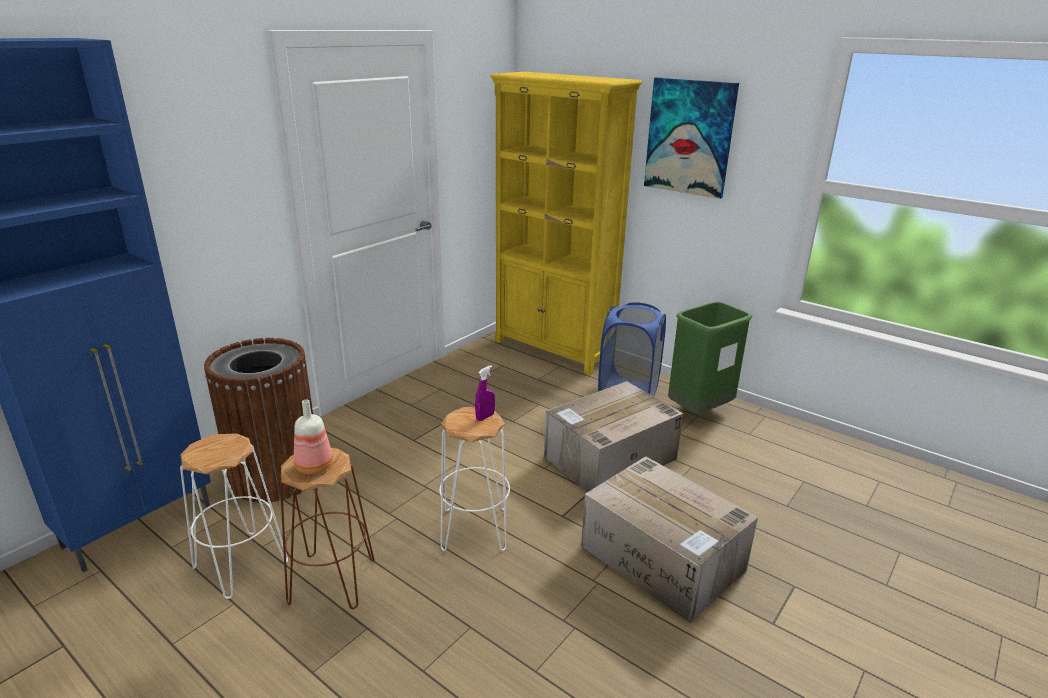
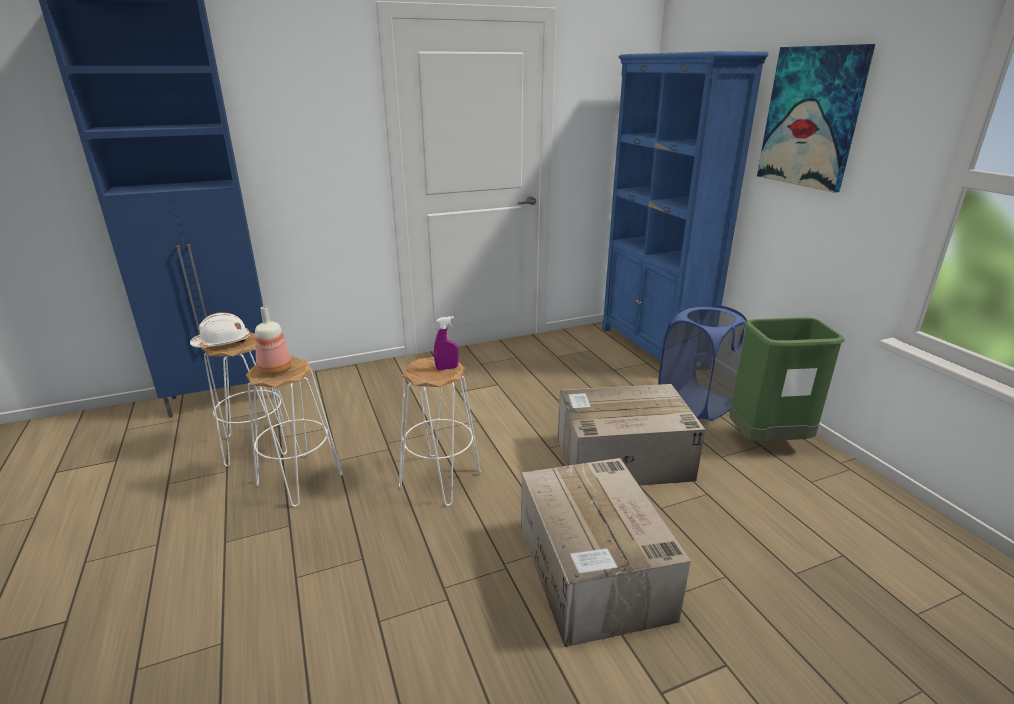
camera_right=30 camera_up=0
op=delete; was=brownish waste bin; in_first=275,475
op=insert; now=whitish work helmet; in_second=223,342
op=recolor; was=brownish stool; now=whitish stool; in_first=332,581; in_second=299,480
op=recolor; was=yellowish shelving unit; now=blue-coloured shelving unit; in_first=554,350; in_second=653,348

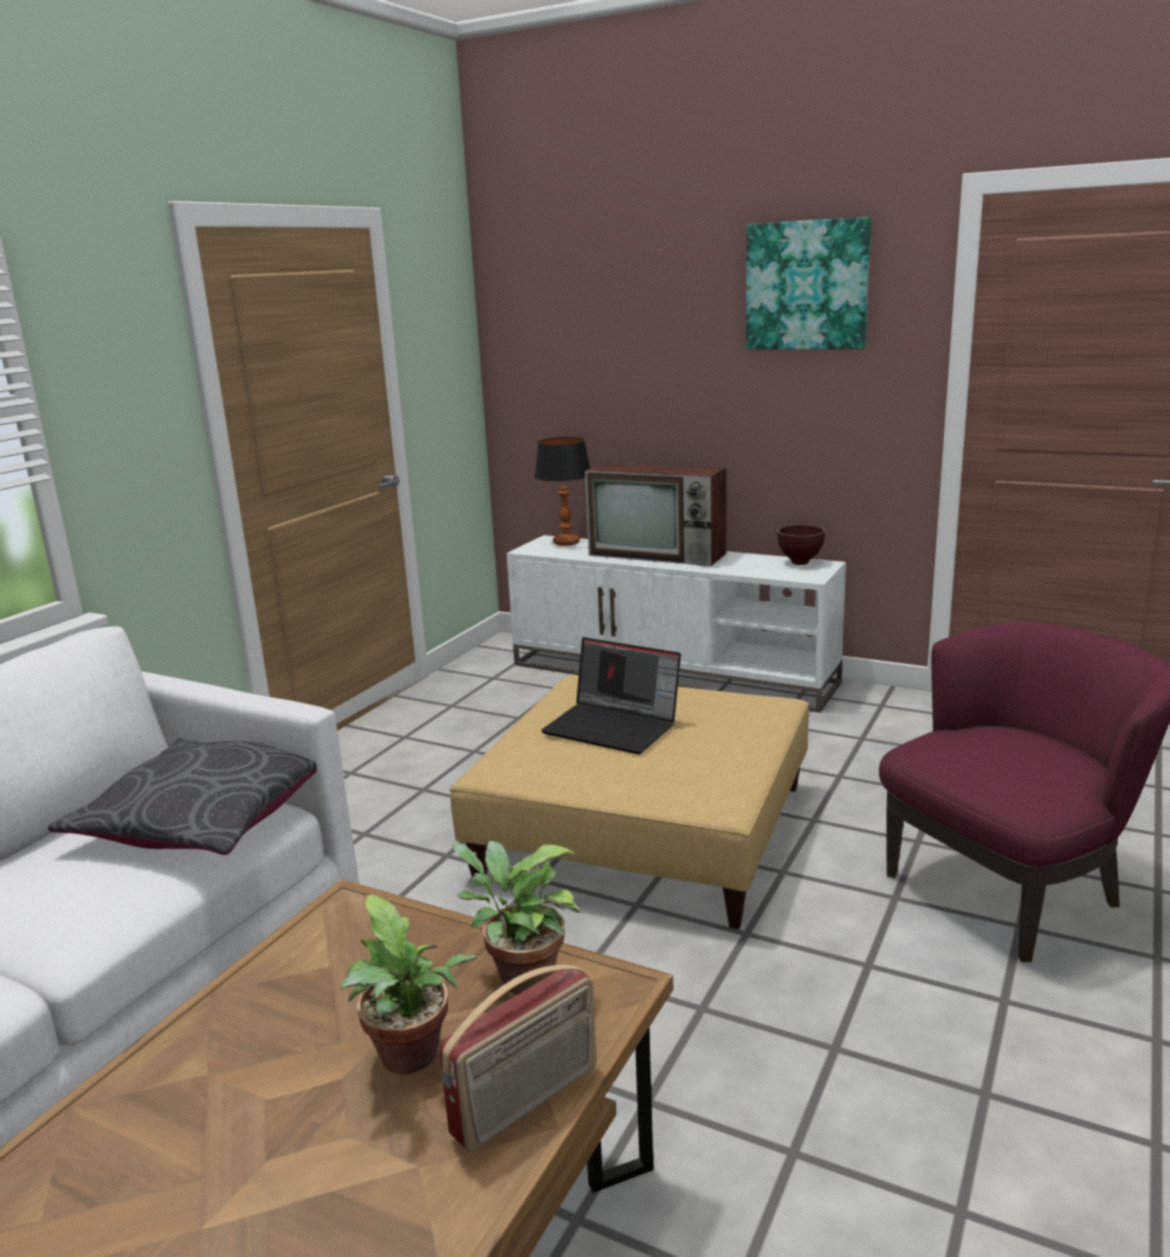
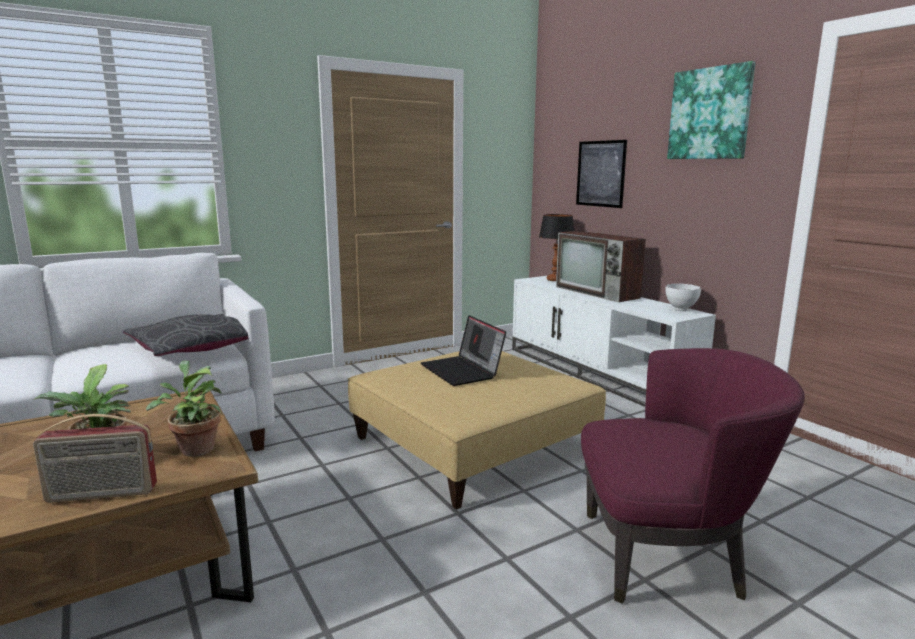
camera_right=30 camera_up=-5
op=insert; now=wall art; in_second=600,173
op=recolor; was=brownish serving bowl; now=whitish serving bowl; in_first=800,563; in_second=681,310

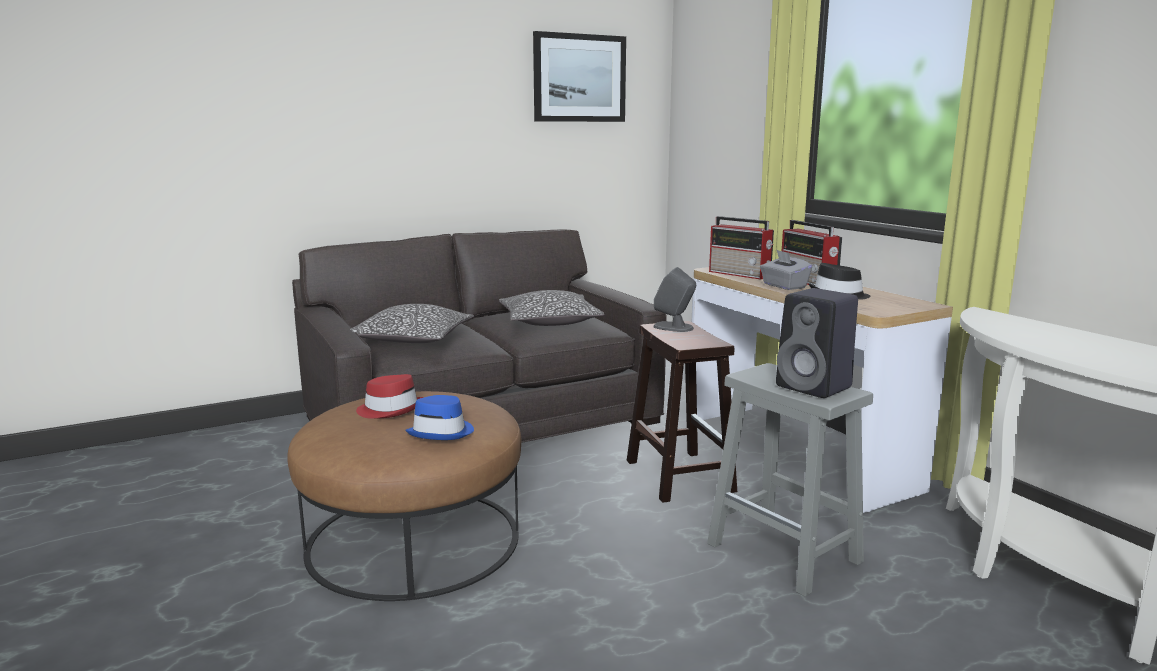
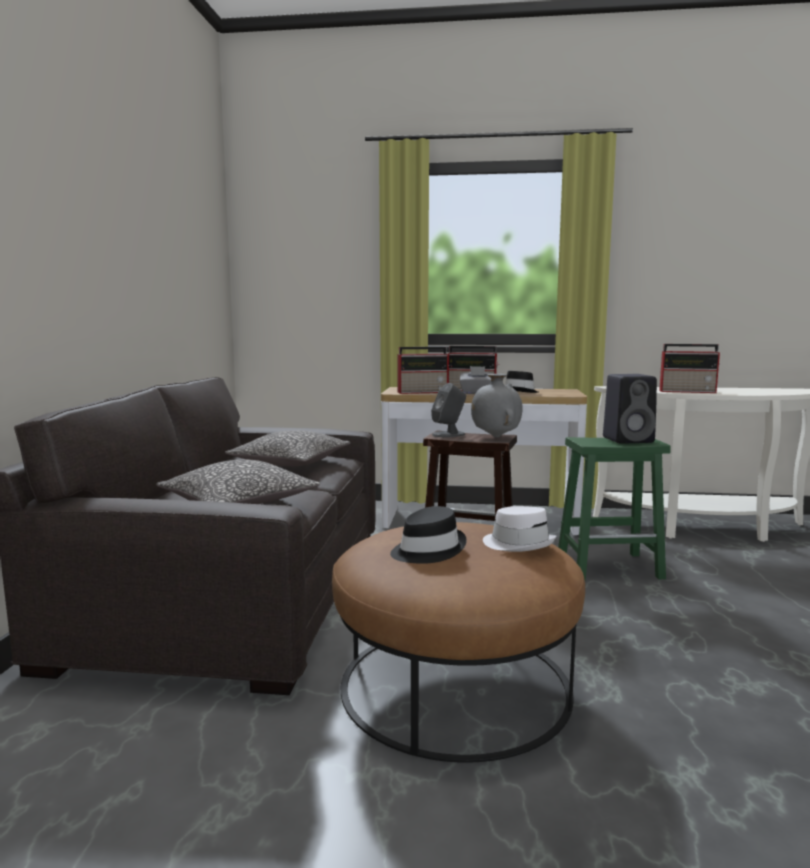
camera_right=-55 camera_up=-5
op=delete; was=wall art; in_first=579,78
op=insert; now=grey vase; in_second=495,437
op=insert; now=radio set; in_second=688,391
op=recolor; was=red hat; now=black-coloured hat; in_first=390,409; in_second=427,550
op=recolor; was=blue-coloured hat; now=whitish hat; in_first=442,432; in_second=518,543
op=recolor; was=grey stool; now=green-coloured stool; in_first=786,553; in_second=610,566

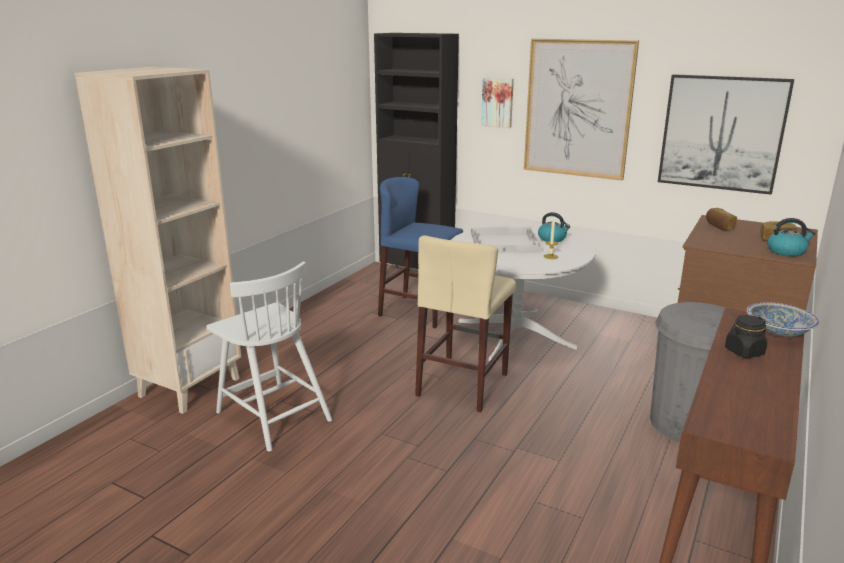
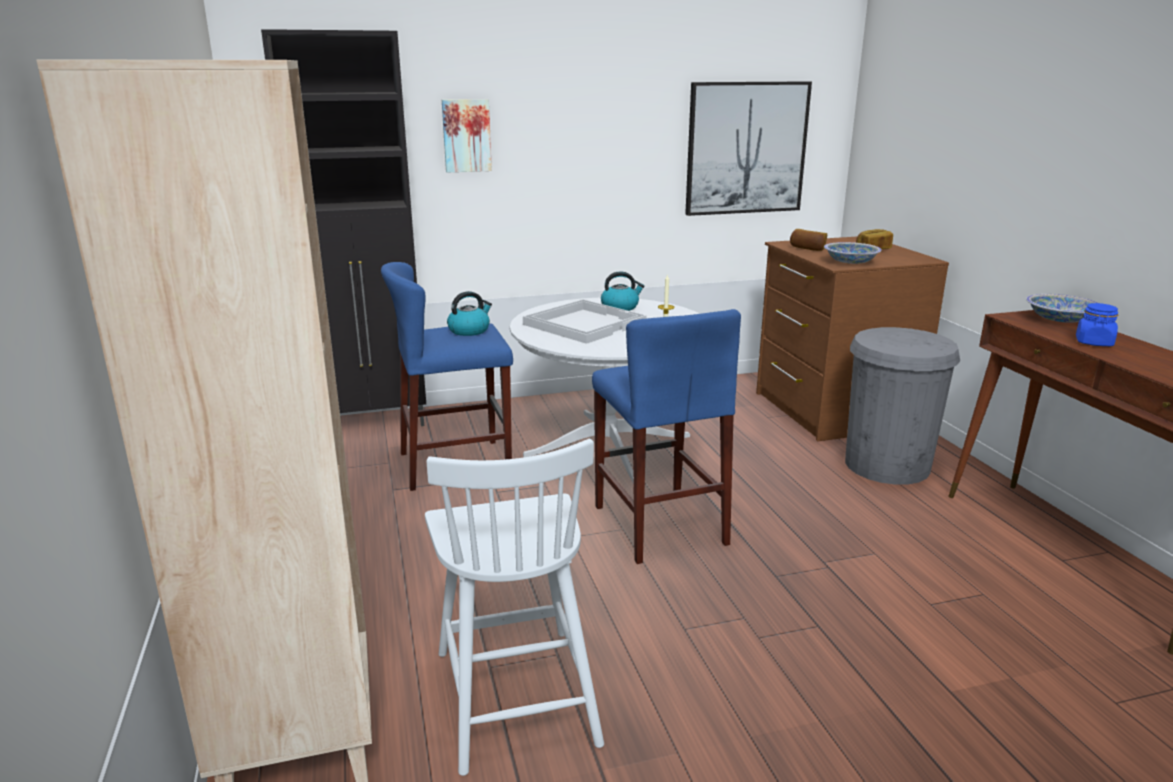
camera_right=-45 camera_up=0
op=delete; was=wall art; in_first=578,109
op=insert; now=serving bowl; in_second=850,262
op=move; was=water kettle; in_first=786,251; in_second=469,330
op=recolor; was=beige stool; now=blue-coloured stool; in_first=463,384; in_second=659,524
op=recolor; was=black-coloured jar; now=blue-coloured jar; in_first=744,352; in_second=1094,343
op=rotate; was=whitish upright chair; in_first=272,415; in_second=515,693; clockwise=75

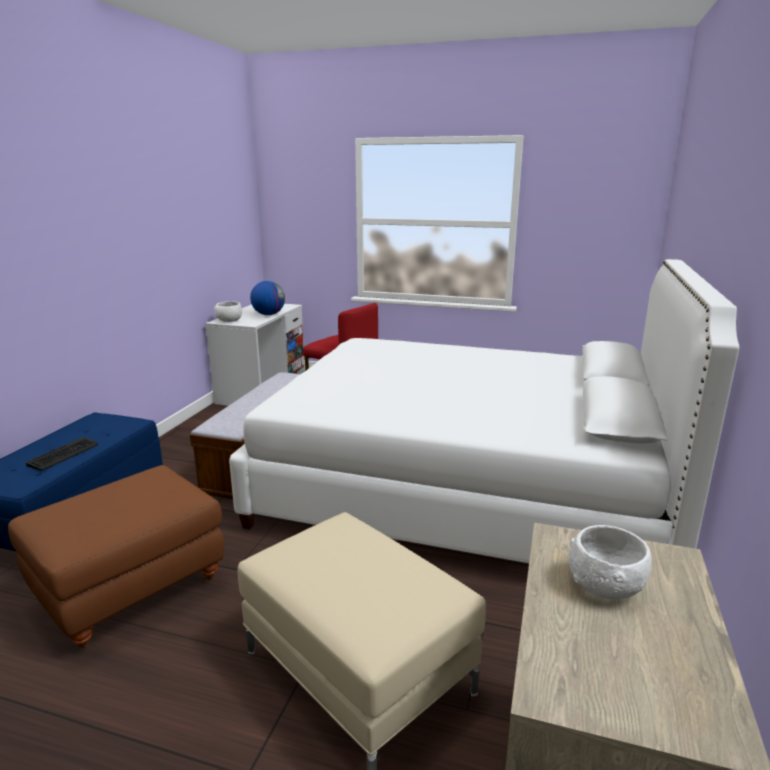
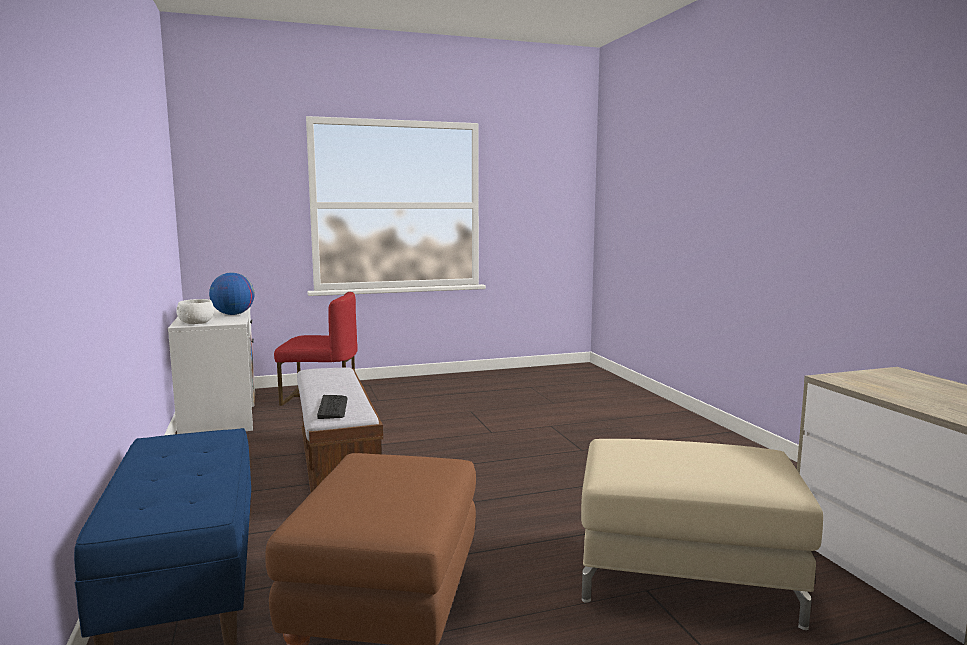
camera_right=-35 camera_up=-10
op=delete; was=whitish sleeping bed; in_first=464,488
op=delete; was=whitish serving bowl; in_first=606,586
op=move; was=computer keyboard; in_first=64,454; in_second=333,407

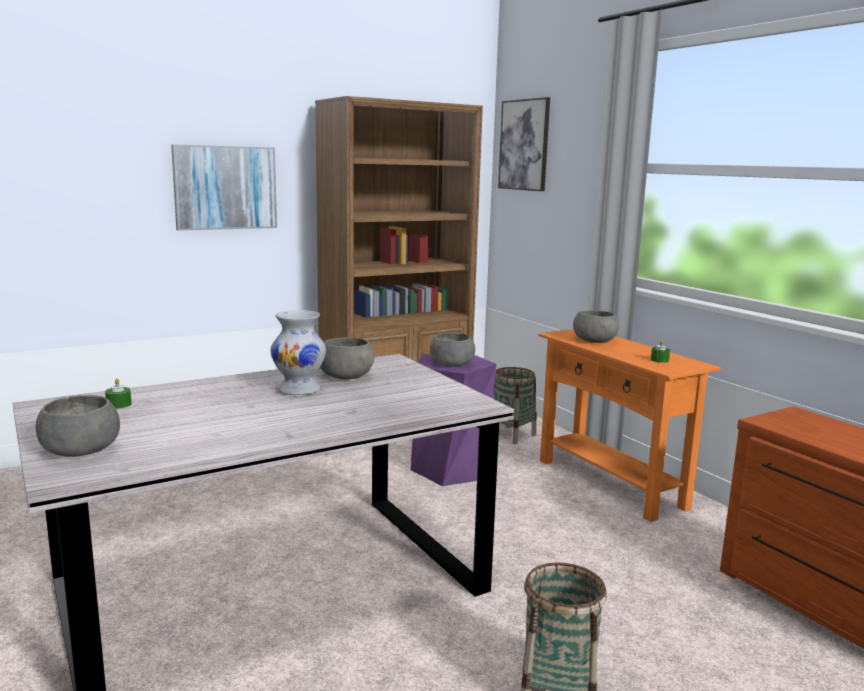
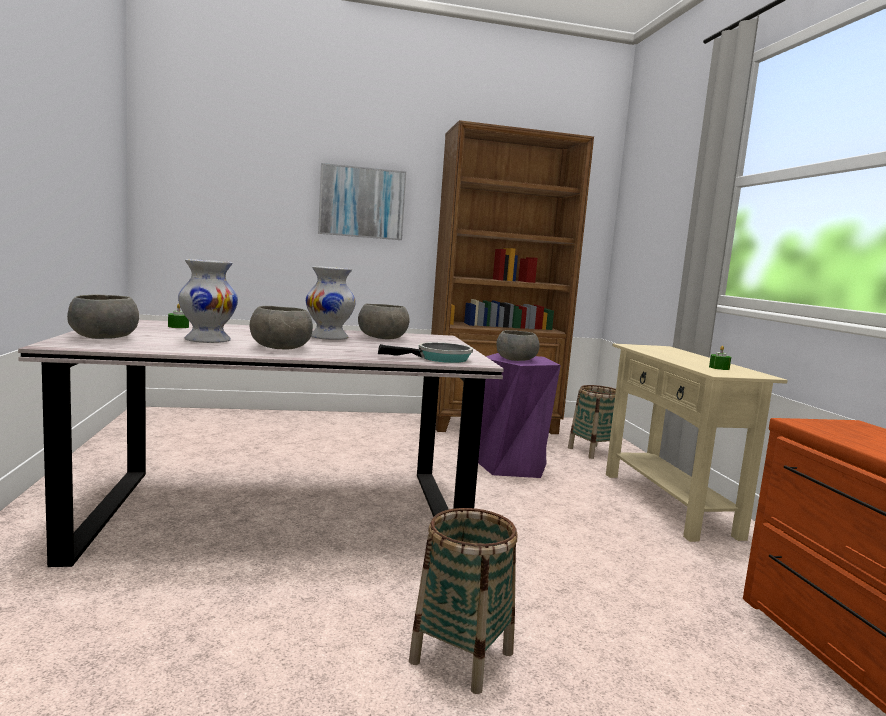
camera_right=20 camera_up=-5
op=delete; was=wall art; in_first=524,145
op=insert; now=whitish vase; in_second=208,340
op=insert; now=skillet; in_second=439,358
op=move; was=grey serving bowl; in_first=595,341; in_second=281,347
op=recolor; was=orange console table; now=beige console table; in_first=610,483; in_second=668,503

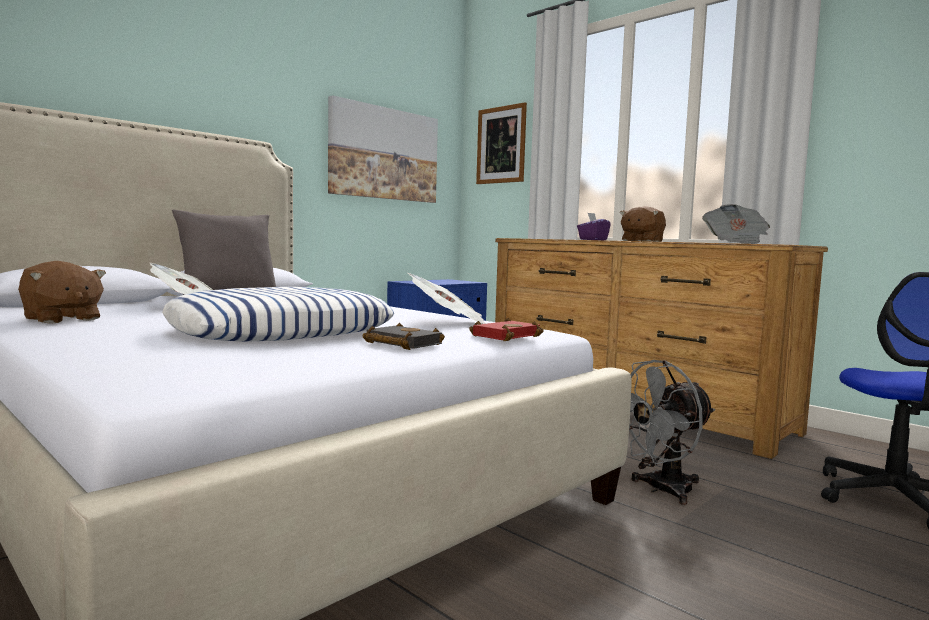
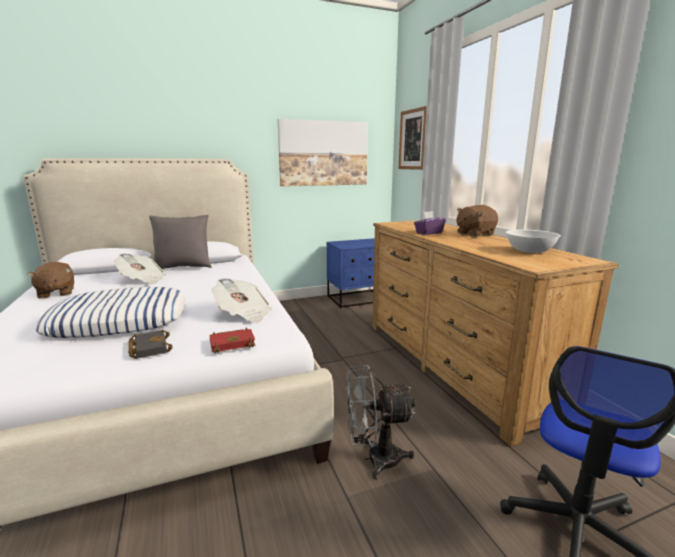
camera_right=25 camera_up=10
op=replace; was=newspaper; now=whitish serving bowl; in_first=736,243; in_second=530,251

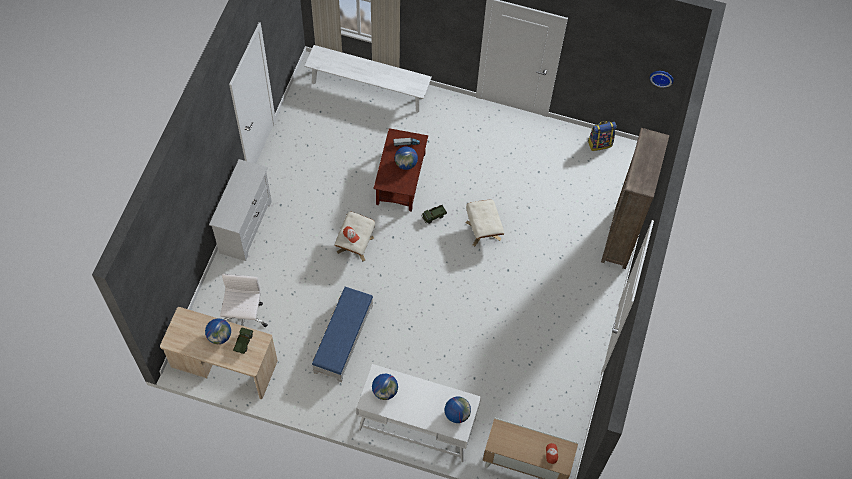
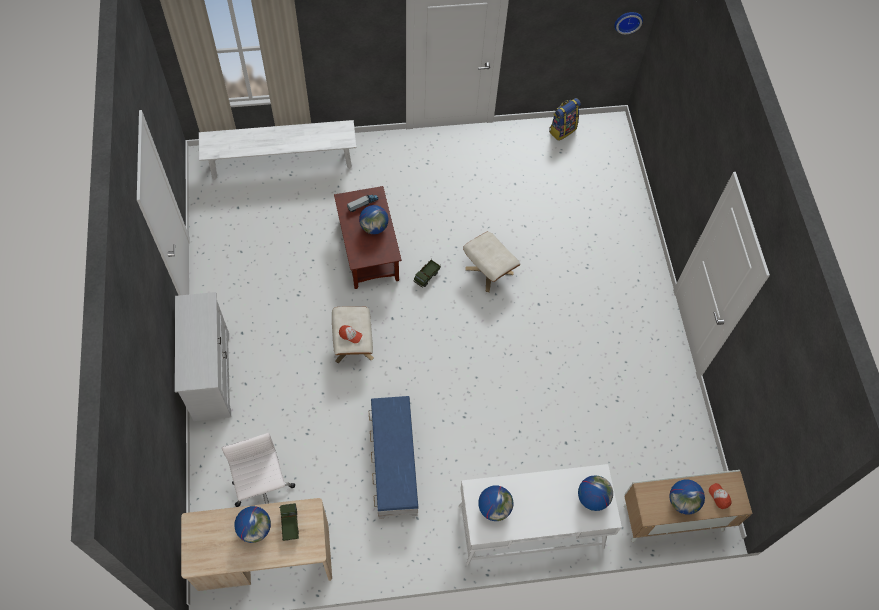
camera_right=-25 camera_up=0
op=delete; was=brownish shelving unit; in_first=620,238
op=insert; now=desk globe; in_second=682,501

